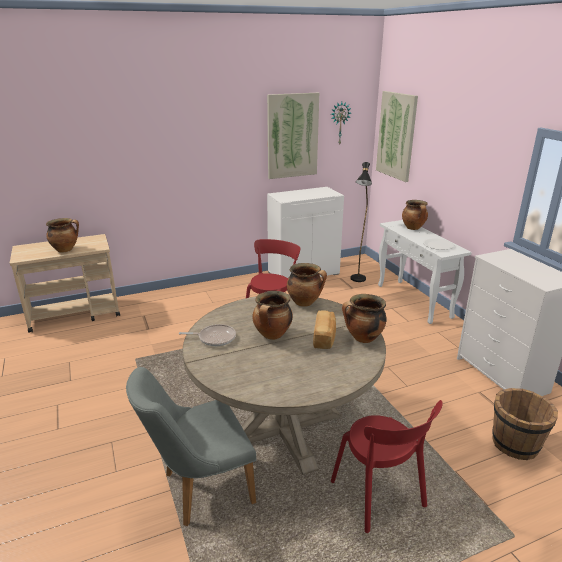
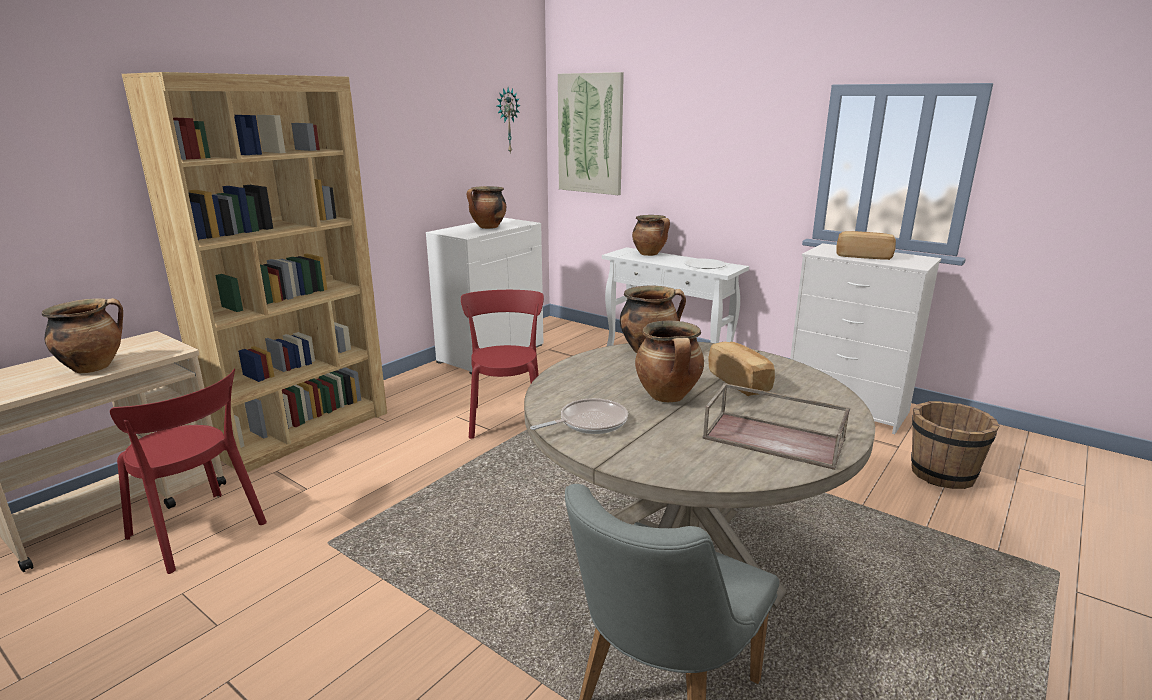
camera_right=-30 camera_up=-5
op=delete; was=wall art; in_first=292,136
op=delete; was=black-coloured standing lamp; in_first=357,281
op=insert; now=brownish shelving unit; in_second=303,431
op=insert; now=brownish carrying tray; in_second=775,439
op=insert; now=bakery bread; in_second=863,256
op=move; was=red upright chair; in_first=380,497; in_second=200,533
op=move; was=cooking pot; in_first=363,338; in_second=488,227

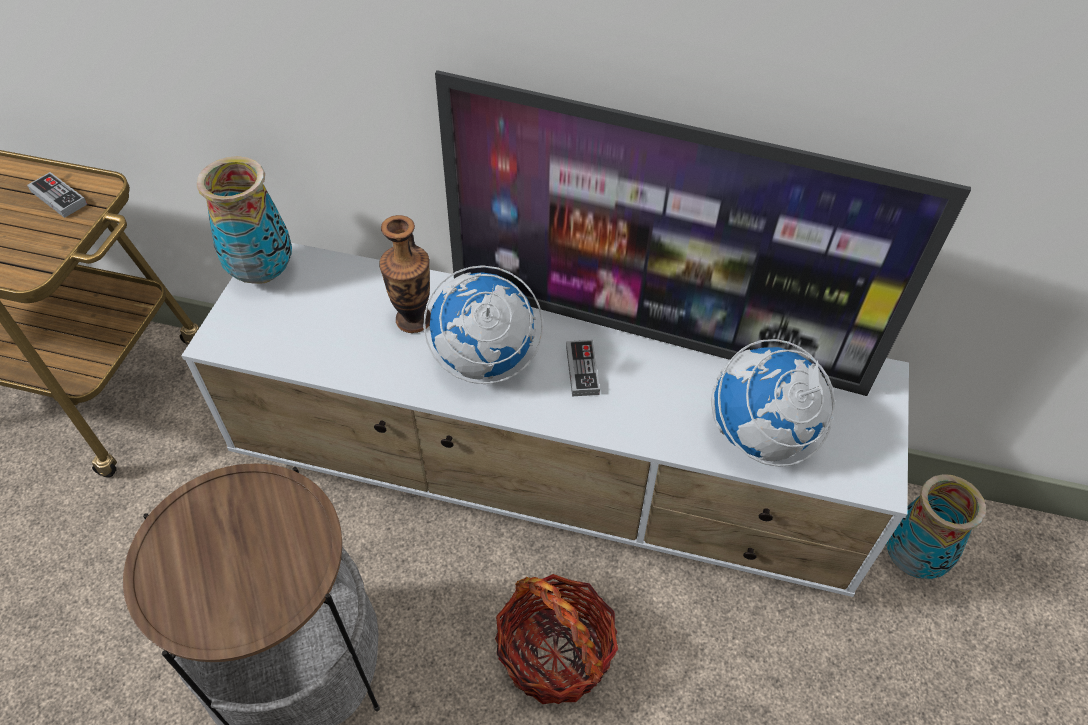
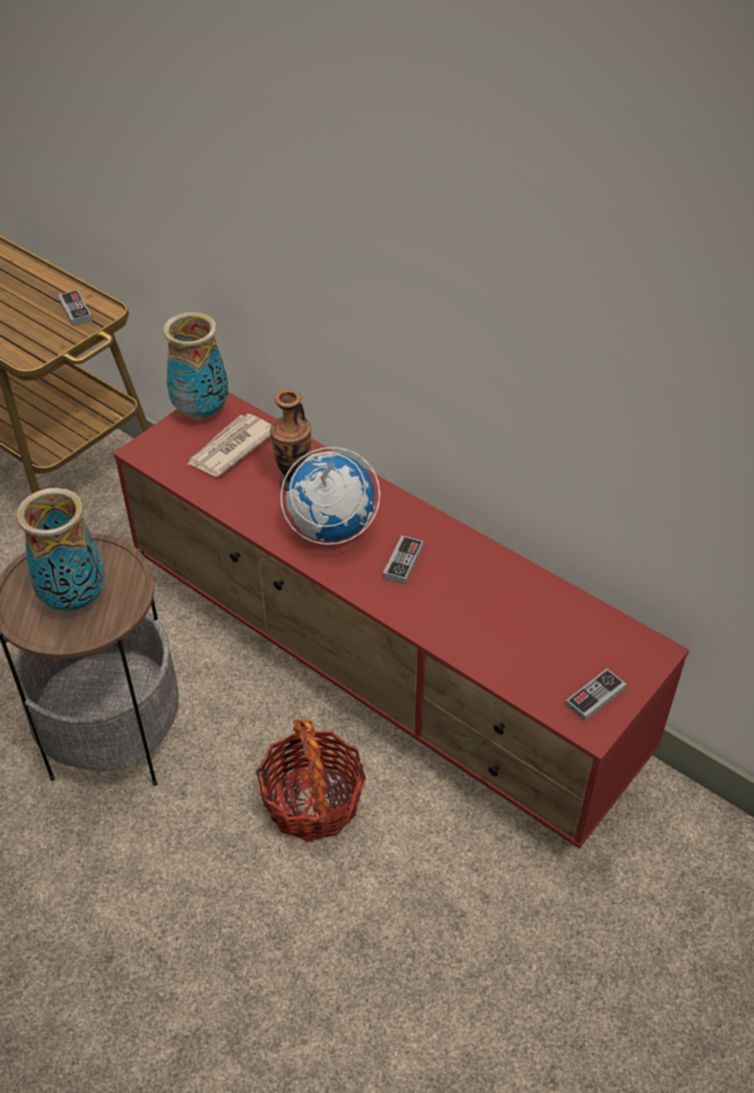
camera_right=25 camera_up=-5
op=delete; was=TV set; in_first=655,333
op=delete; was=desk globe; in_first=760,436
op=insert; now=newspaper; in_second=230,448
op=insert; now=game controller; in_second=595,697
op=move; was=vase; in_first=911,558; in_second=75,598
op=recolor; was=whitish tv stand; now=red tv stand; in_first=546,481; in_second=379,669

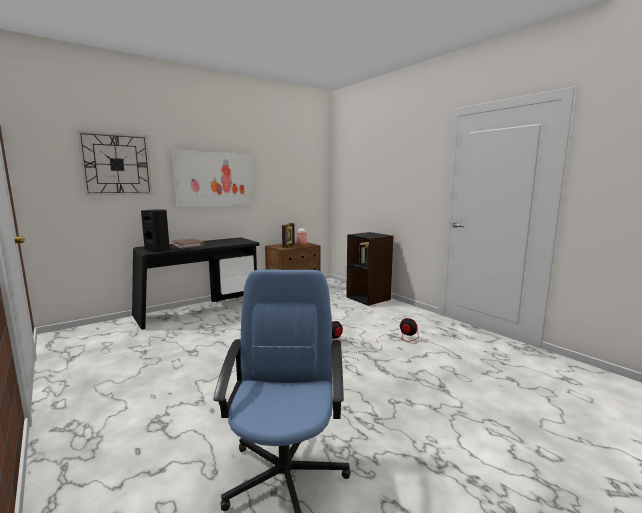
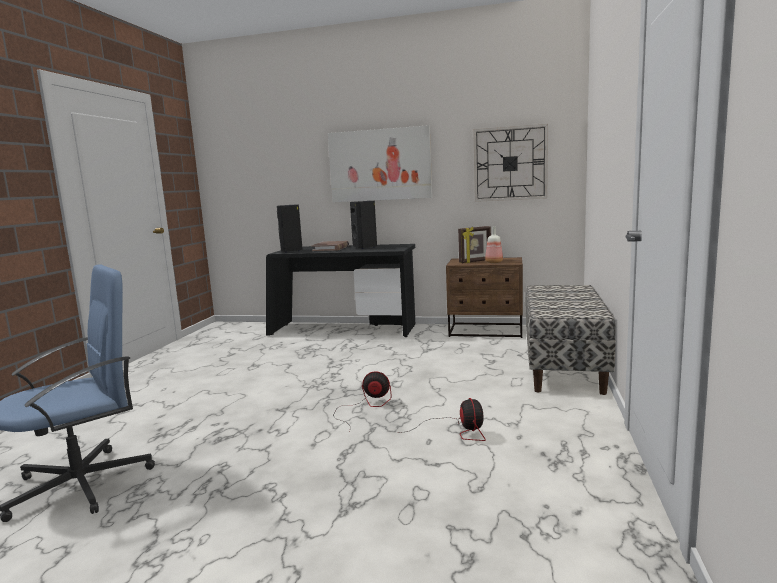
camera_right=50 camera_up=0
op=insert; now=black-coloured speaker; in_second=365,247
op=move; was=clock on the wall; in_first=116,164; in_second=510,163
op=replace; was=black-coloured shelving unit; now=indoor bench; in_first=368,298; in_second=564,366

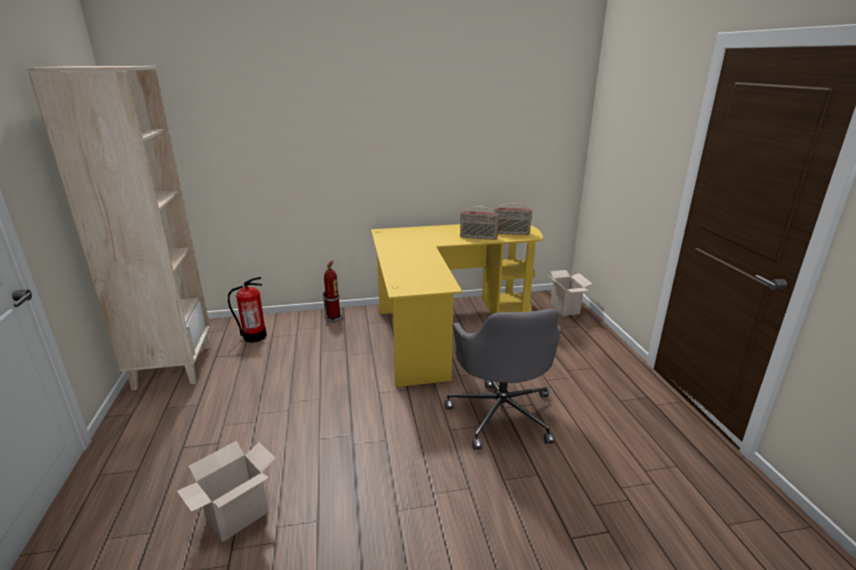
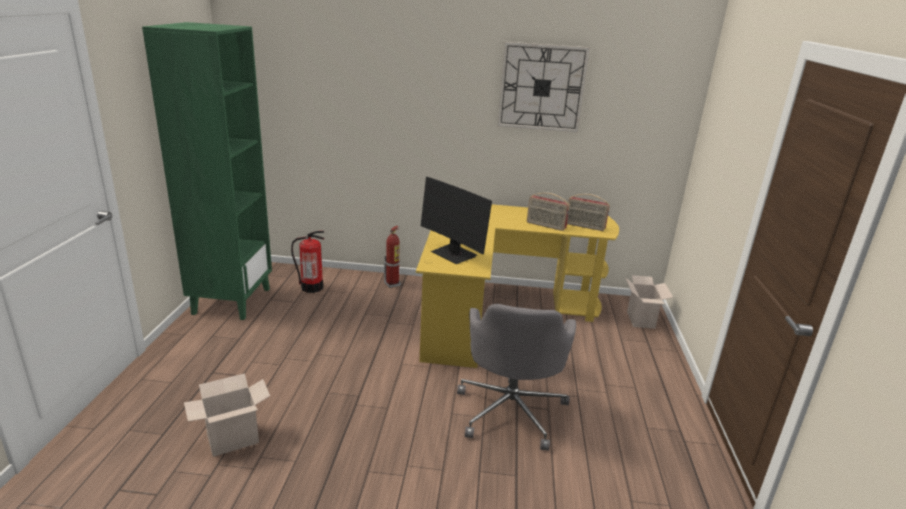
camera_right=15 camera_up=0
op=insert; now=computer screen; in_second=454,254
op=insert; now=clock on the wall; in_second=542,87
op=recolor; was=beige shelving unit; now=green-coloured shelving unit; in_first=173,366; in_second=231,301

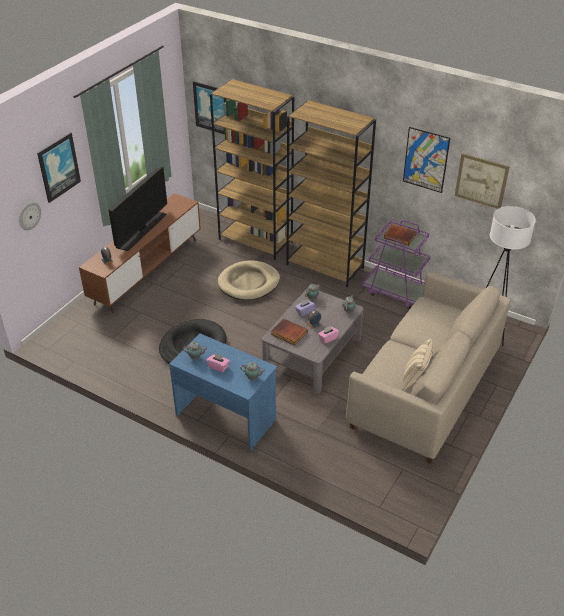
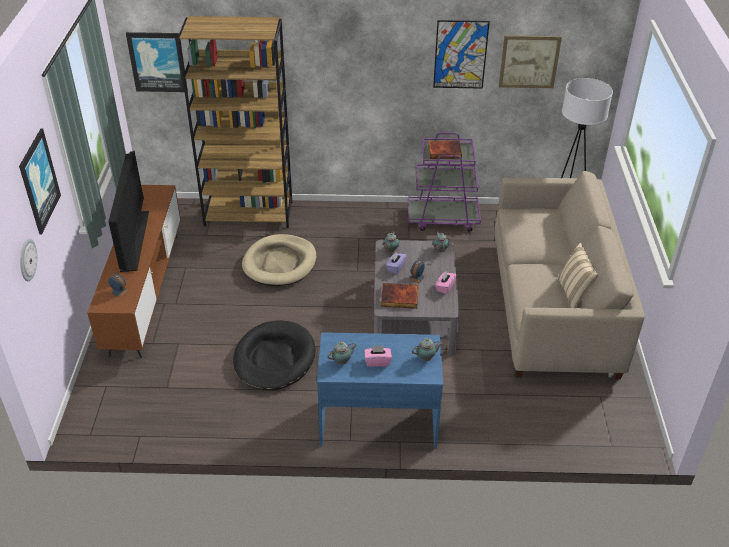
camera_right=-30 camera_up=0
op=delete; was=brownish shelving unit; in_first=325,266

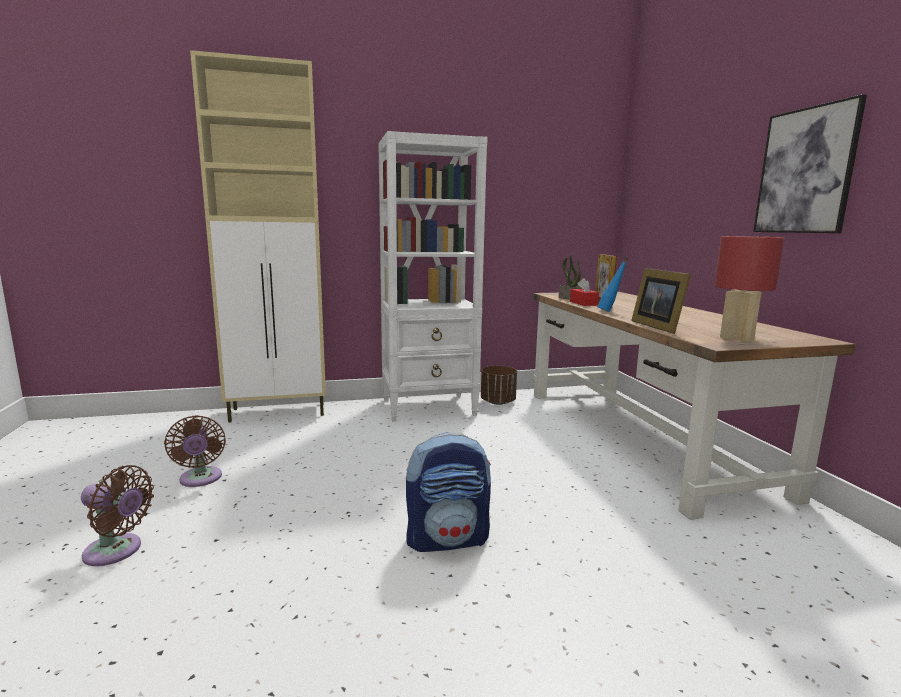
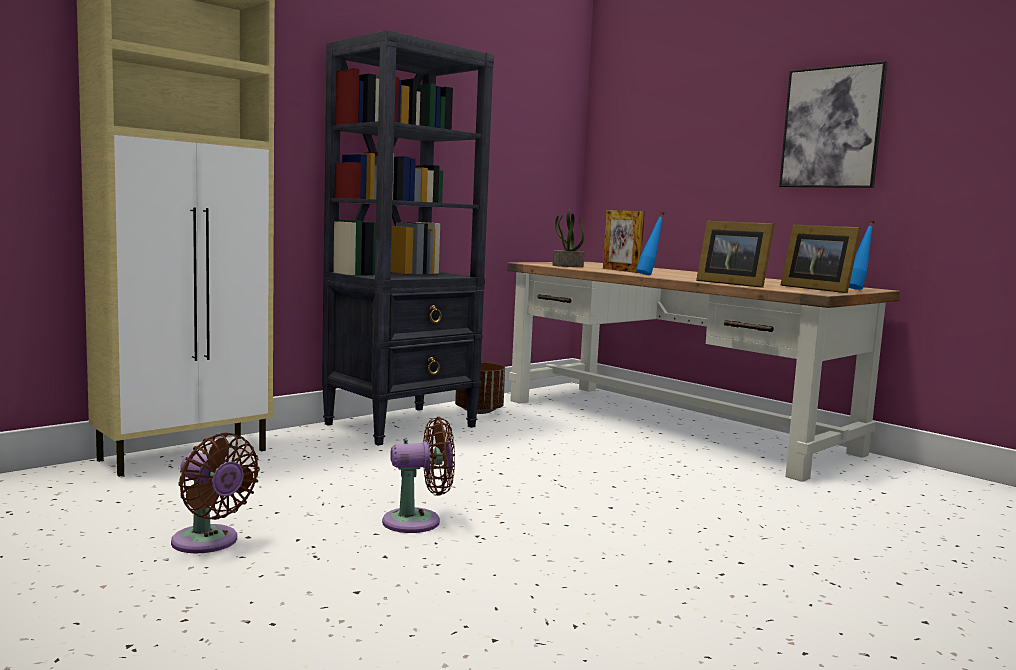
camera_right=-30 camera_up=-5
op=delete; was=knapsack; in_first=448,539
op=delete; was=red tissue holder; in_first=583,303
op=insert; now=blue-coloured bottle; in_second=857,289
op=move; was=brownish electric fan; in_first=117,551; in_second=418,521
op=replace; was=red table lamp; now=standing frame; in_first=737,338; in_second=816,289
op=recolor; was=whitish shelving unit; now=black-coloured shelving unit; in_first=429,407; in_second=402,425

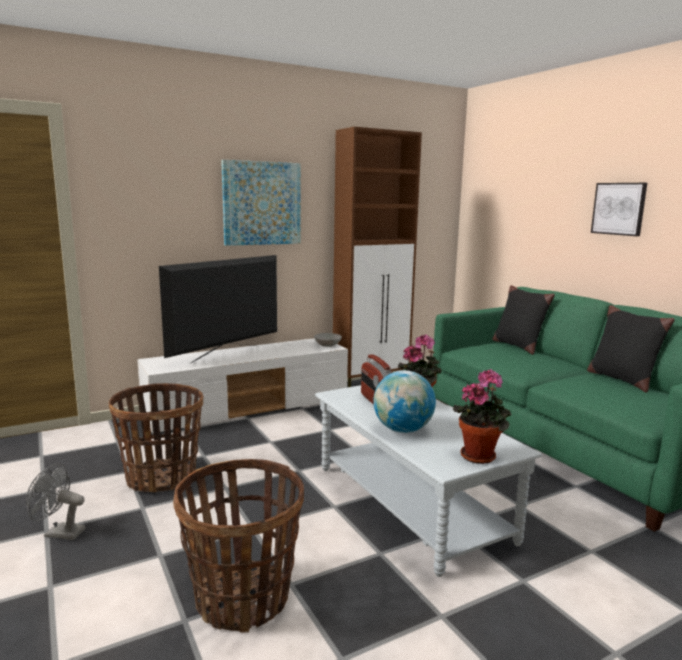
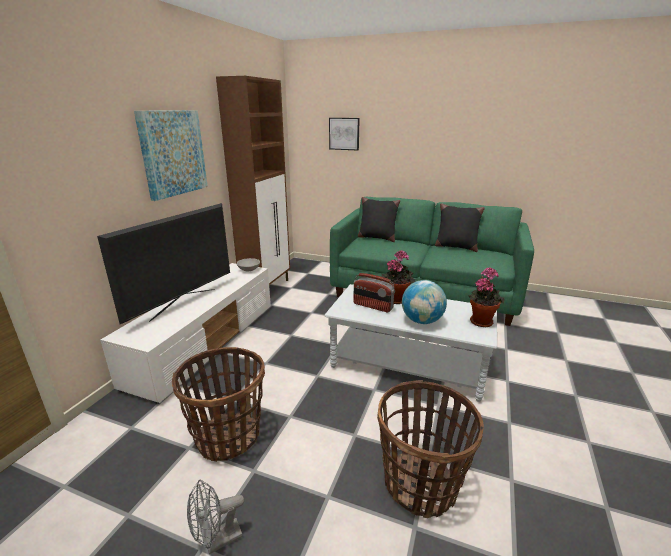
camera_right=-40 camera_up=10
op=move; was=wall art; in_first=619,209; in_second=344,133
op=rotate; was=TV set; in_first=227,354; in_second=183,304; clockwise=-150

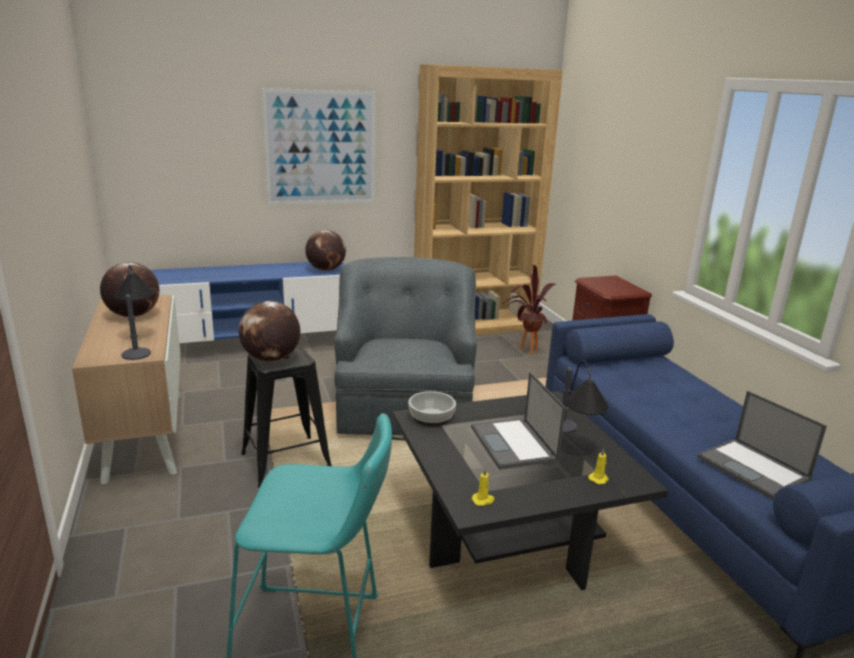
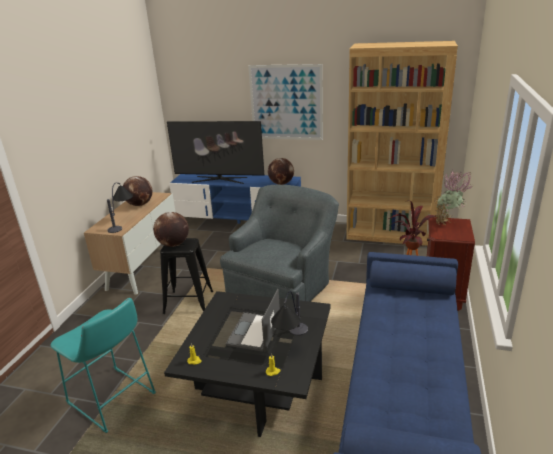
camera_right=35 camera_up=5
op=delete; was=serving bowl; in_first=432,417
op=delete; was=portable computer; in_first=754,469
op=insert; now=TV set; in_second=219,180
op=insert; now=plant in a pot; in_second=448,223

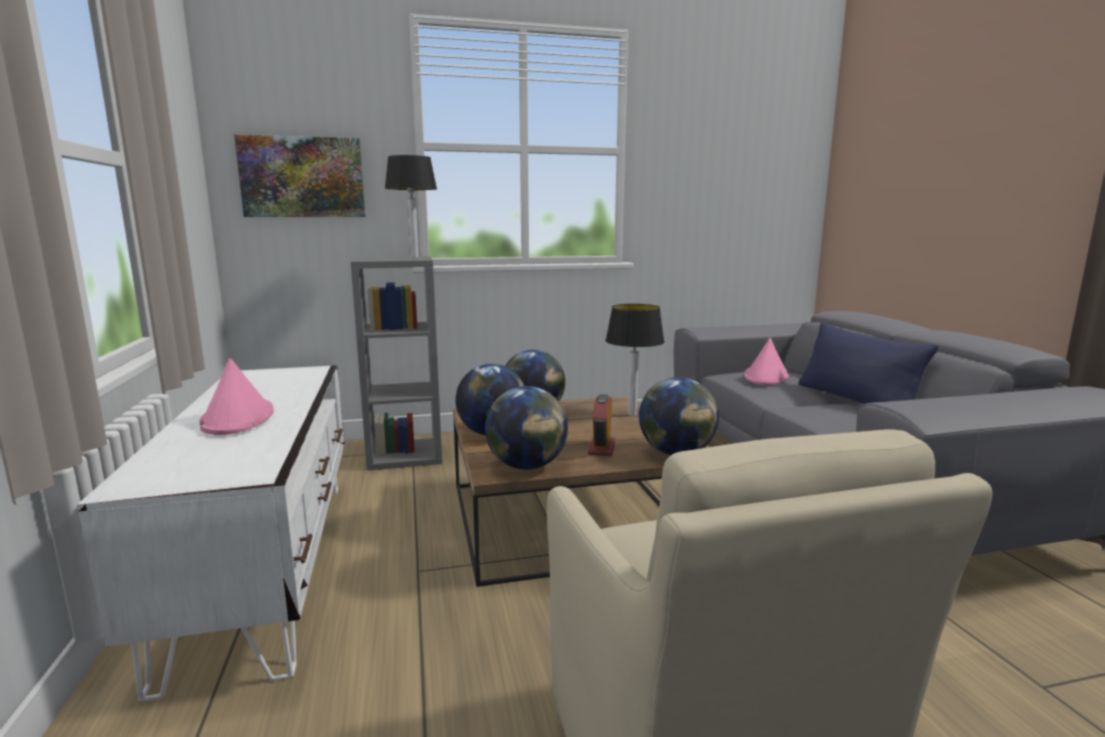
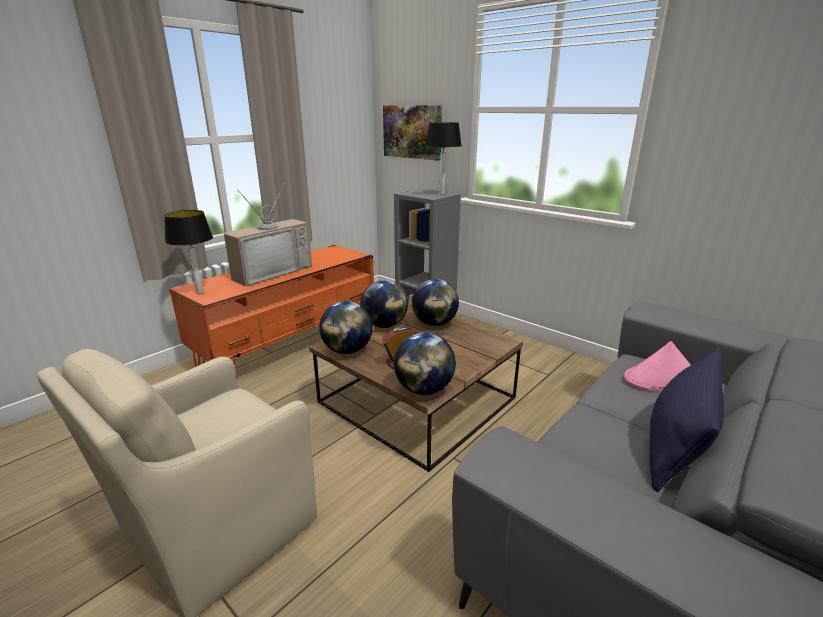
camera_right=55 camera_up=10
op=move; was=table lamp; in_first=633,414; in_second=200,293
op=replace; was=pinkish hat; now=TV set; in_first=238,418; in_second=270,272
op=recolor; was=whitish tv stand; now=orange tv stand; in_first=268,564; in_second=290,345

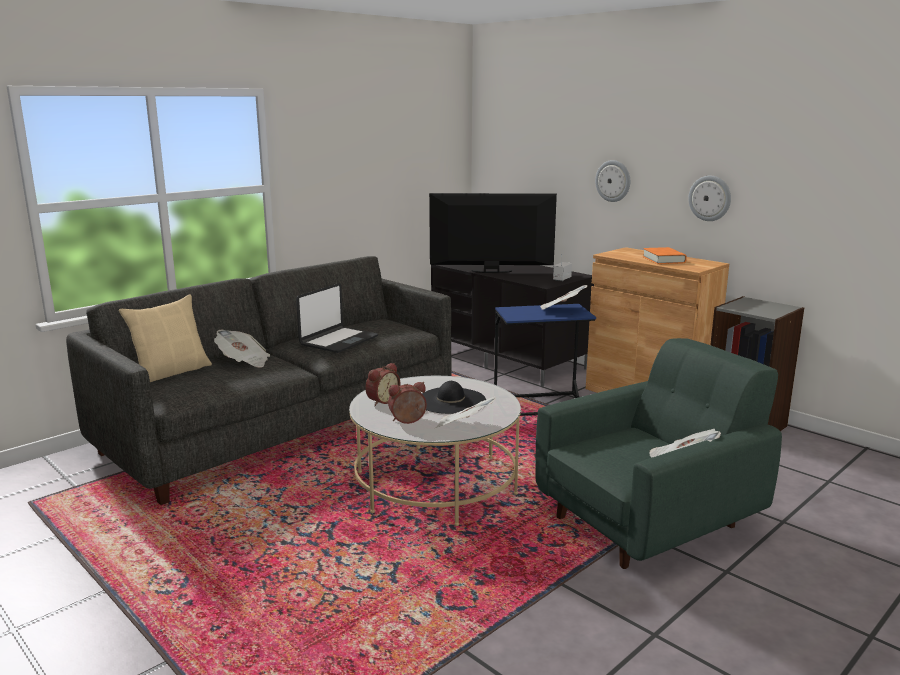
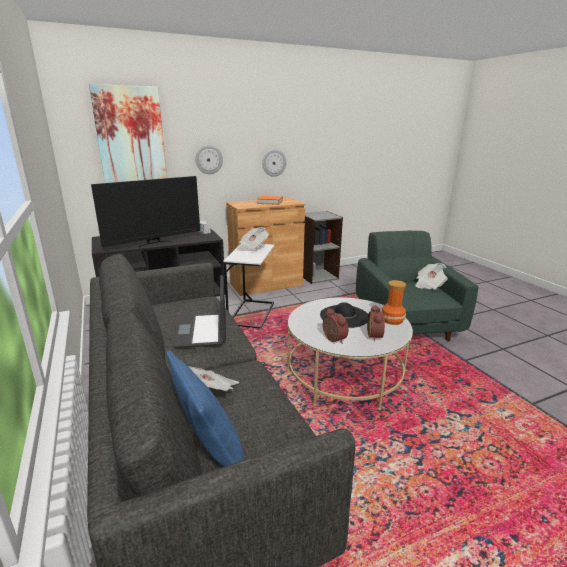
camera_right=-70 camera_up=5
op=insert; now=wall art; in_second=131,137
op=replace; was=newspaper; now=vase; in_first=464,428; in_second=392,320
op=recolor; was=beige pillow; now=blue-coloured pillow; in_first=171,372; in_second=209,449
op=recolor; was=blue-coloured end table; now=whitish end table; in_first=541,405; in_second=251,313
op=rotate; was=portable computer; in_first=338,341; in_second=202,331; clockwise=-150
op=rotate; was=TV set; in_first=491,272; in_second=154,243; clockwise=-150

